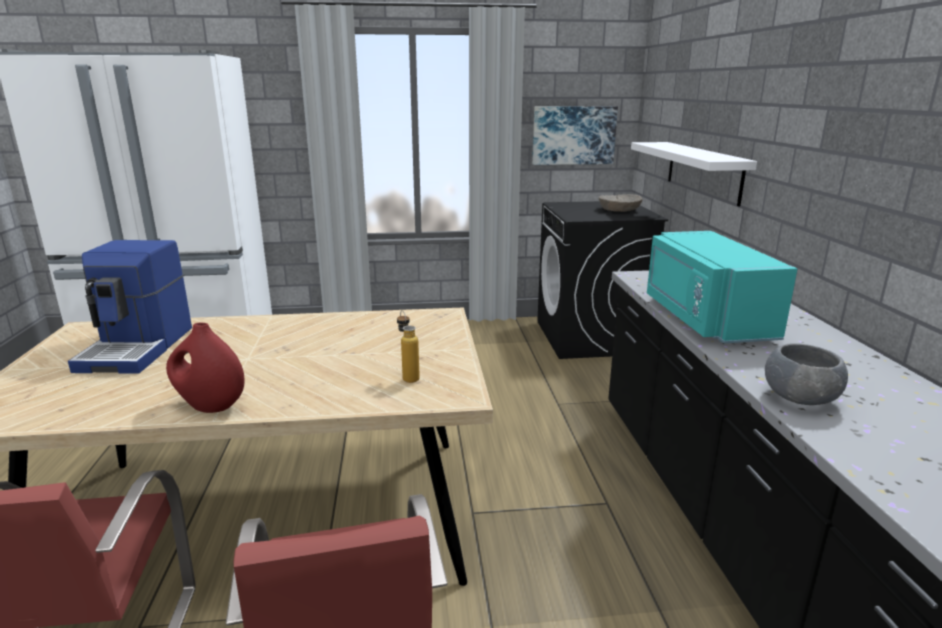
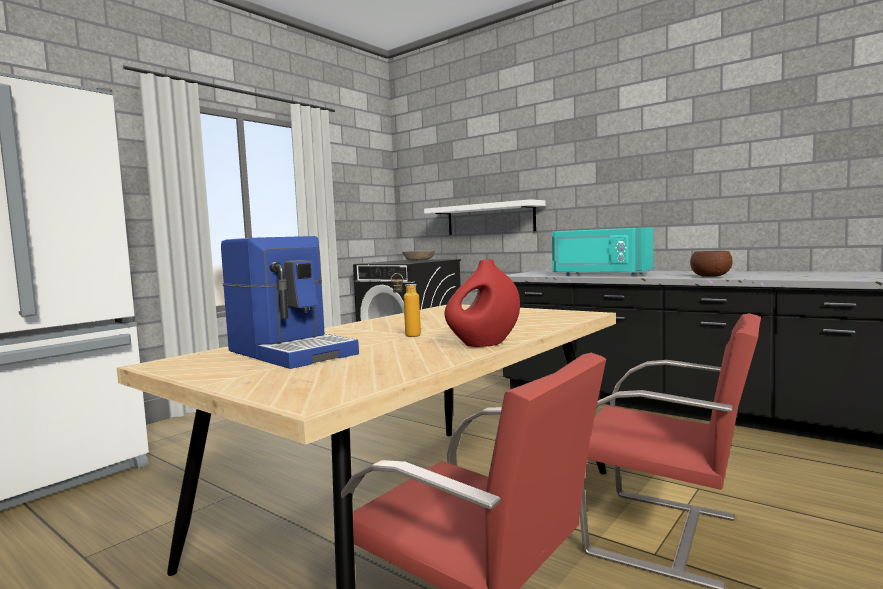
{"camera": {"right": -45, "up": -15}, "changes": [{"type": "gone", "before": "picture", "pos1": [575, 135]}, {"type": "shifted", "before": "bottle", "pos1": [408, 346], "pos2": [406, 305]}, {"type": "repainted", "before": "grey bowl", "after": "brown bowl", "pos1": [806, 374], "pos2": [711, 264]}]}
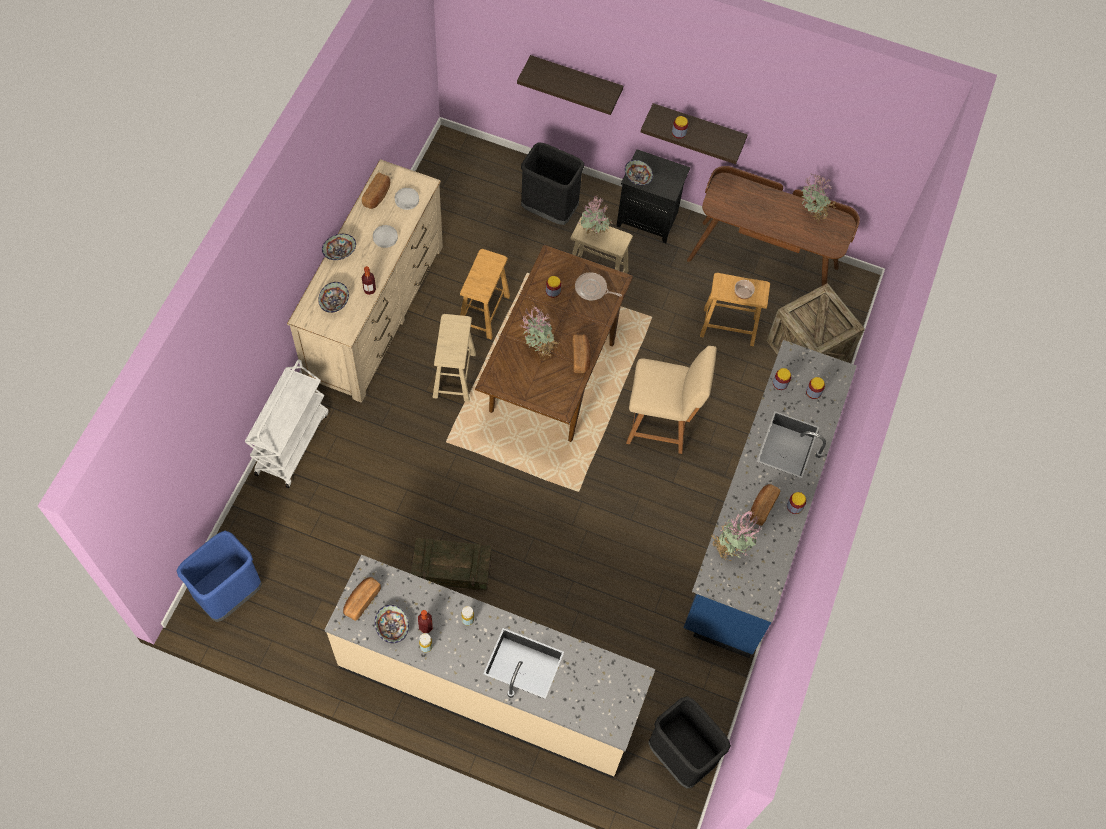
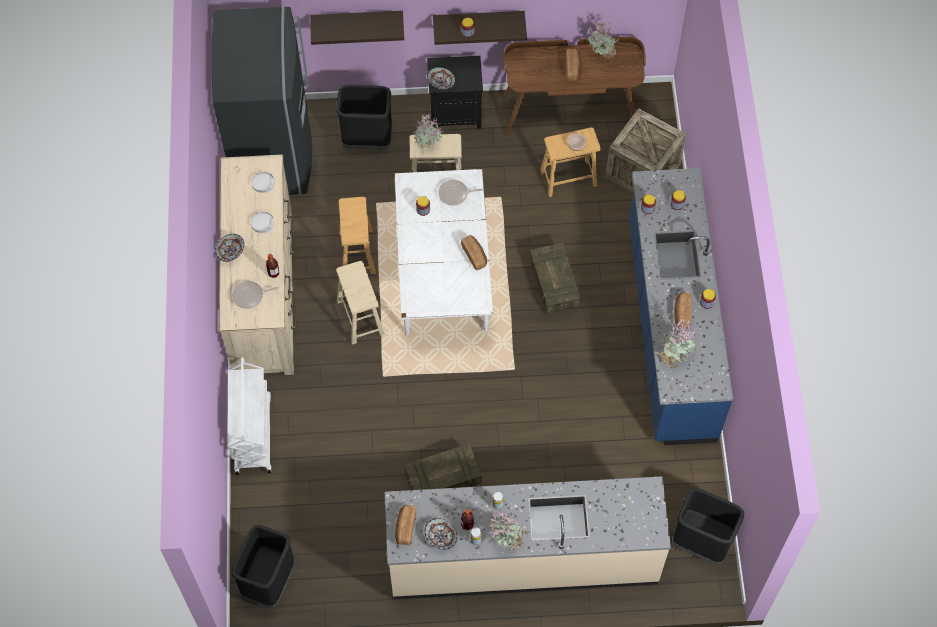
{"camera": {"right": -20, "up": 0}, "changes": [{"type": "shifted", "before": "bread", "pos1": [376, 191], "pos2": [574, 65]}, {"type": "repainted", "before": "brown dining table", "after": "white dining table", "pos1": [554, 343], "pos2": [444, 252]}, {"type": "swapped", "before": "bowl", "after": "frying pan", "pos1": [333, 297], "pos2": [255, 295]}, {"type": "shifted", "before": "potted plant", "pos1": [539, 333], "pos2": [508, 532]}, {"type": "swapped", "before": "beige chair", "after": "crate", "pos1": [671, 400], "pos2": [555, 278]}, {"type": "repainted", "before": "blue trash can", "after": "black trash can", "pos1": [219, 576], "pos2": [263, 566]}, {"type": "new", "after": "grey fridge", "pos2": [262, 101]}]}
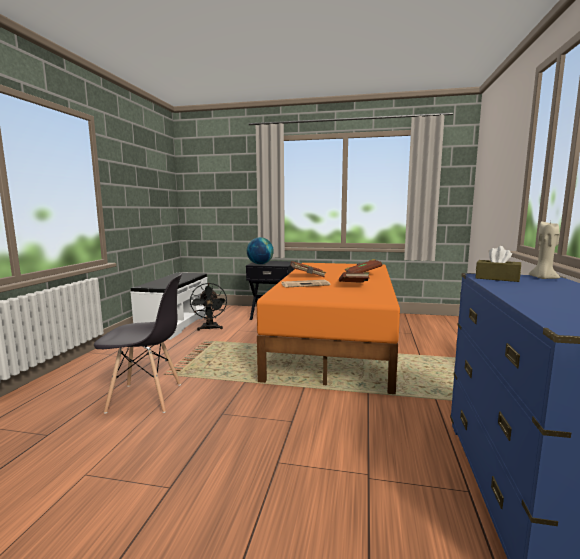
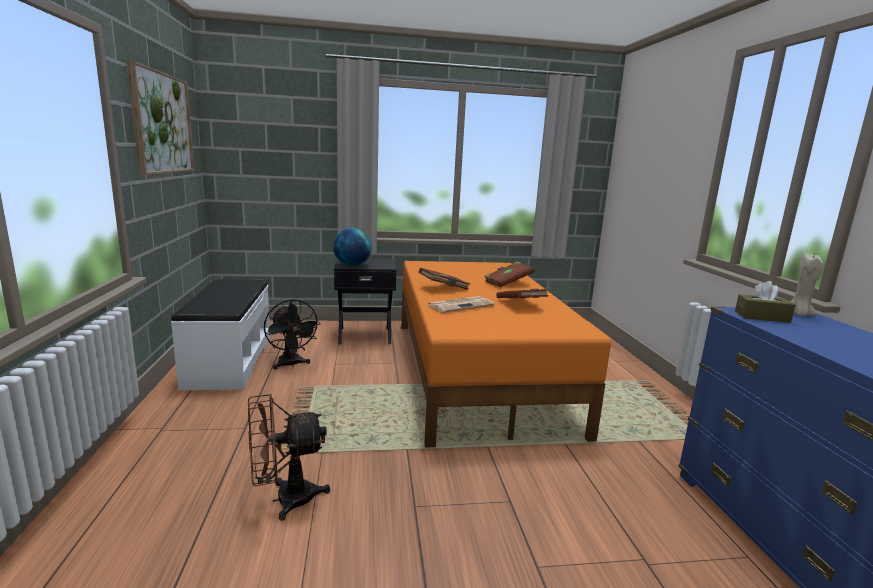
{"camera": {"right": -20, "up": 5}, "changes": [{"type": "swapped", "before": "grey chair", "after": "brown fan", "pos1": [138, 343], "pos2": [289, 457]}, {"type": "new", "after": "picture", "pos2": [160, 117]}]}
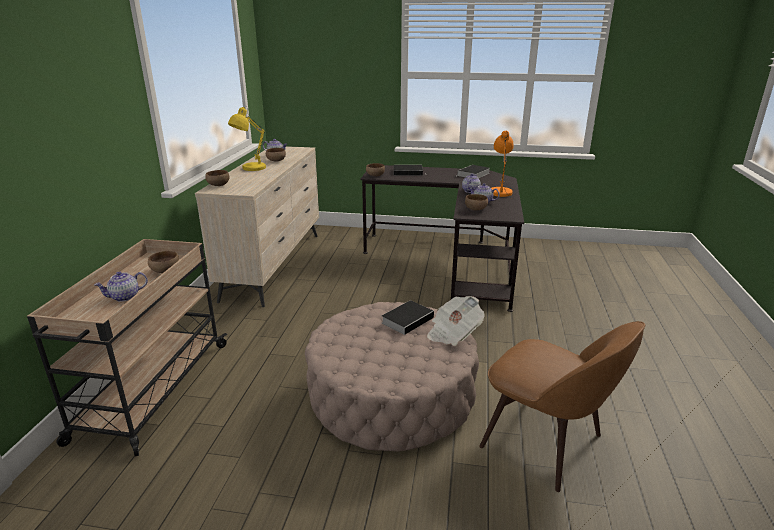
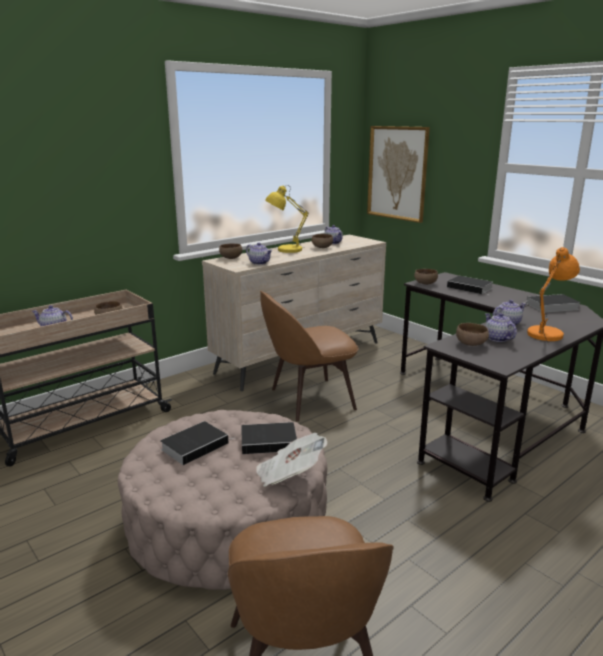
{"camera": {"right": 40, "up": -5}, "changes": [{"type": "new", "after": "picture", "pos2": [398, 174]}, {"type": "new", "after": "teapot", "pos2": [259, 254]}, {"type": "new", "after": "brown chair", "pos2": [309, 356]}, {"type": "new", "after": "book", "pos2": [197, 443]}]}
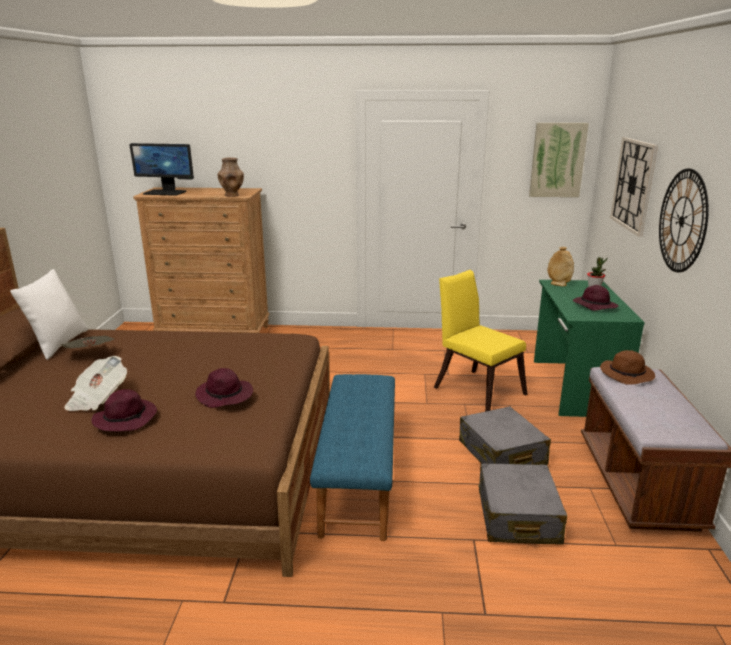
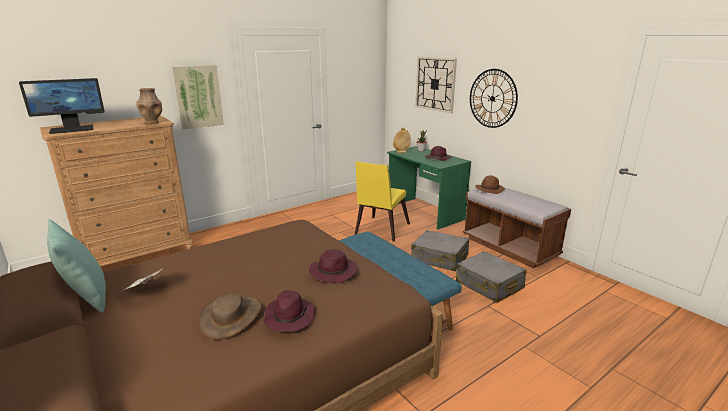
{"camera": {"right": -40, "up": 0}, "changes": [{"type": "shifted", "before": "picture", "pos1": [559, 160], "pos2": [198, 97]}, {"type": "repainted", "before": "white pillow", "after": "turquoise pillow", "pos1": [49, 314], "pos2": [76, 266]}, {"type": "rotated", "before": "yellow chair", "pos1": [481, 341], "pos2": [382, 201], "turn": -75}, {"type": "swapped", "before": "newspaper", "after": "brown hat", "pos1": [95, 383], "pos2": [230, 317]}]}
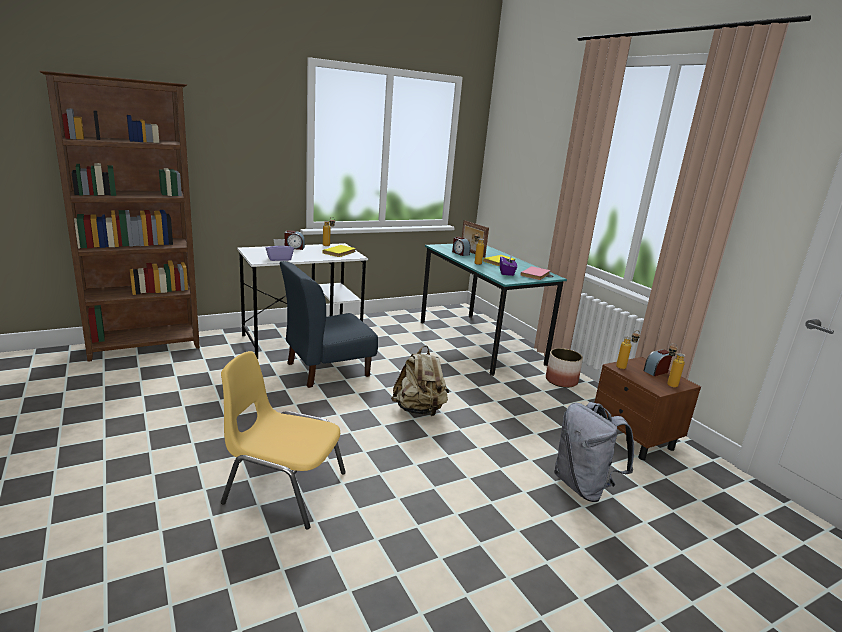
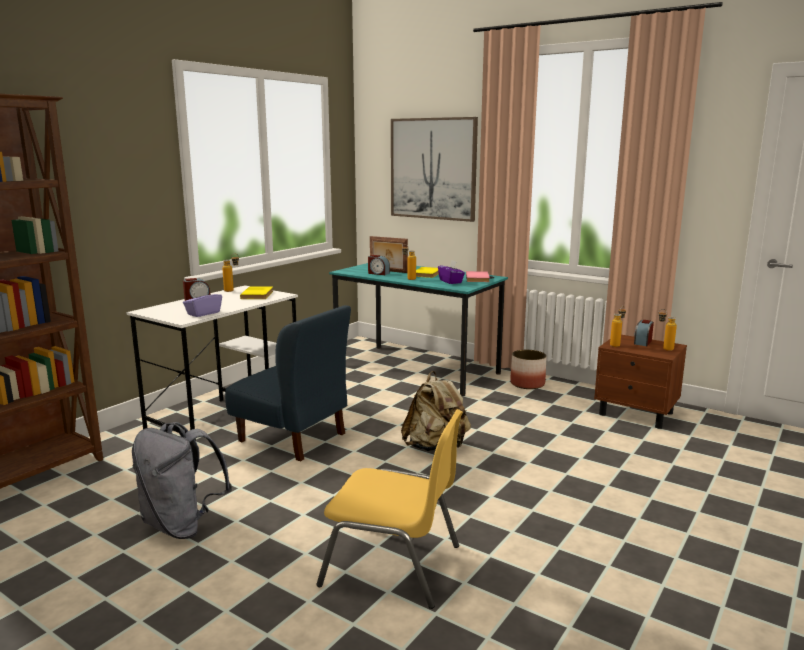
{"camera": {"right": -25, "up": -5}, "changes": [{"type": "rotated", "before": "blue chair", "pos1": [329, 324], "pos2": [288, 383], "turn": -90}, {"type": "rotated", "before": "yellow chair", "pos1": [283, 440], "pos2": [389, 509], "turn": -150}, {"type": "shifted", "before": "grey backpack", "pos1": [594, 452], "pos2": [182, 480]}, {"type": "new", "after": "picture", "pos2": [434, 169]}]}
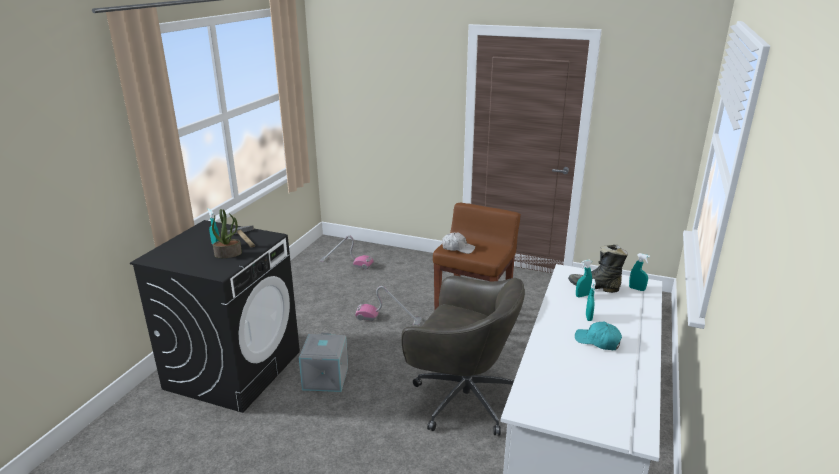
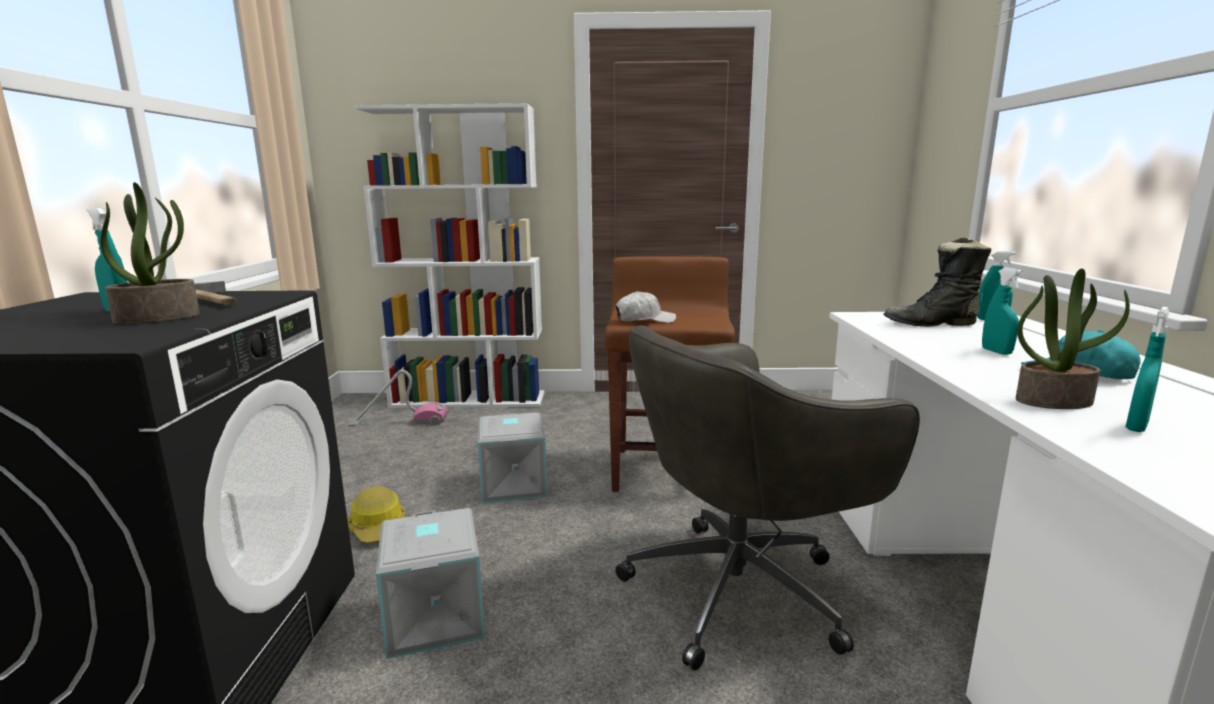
{"camera": {"right": -20, "up": -10}, "changes": [{"type": "shifted", "before": "turquoise spray bottle", "pos1": [584, 278], "pos2": [1147, 369]}, {"type": "rotated", "before": "grey office chair", "pos1": [463, 356], "pos2": [767, 497], "turn": 150}, {"type": "swapped", "before": "vacuum cleaner", "after": "grey storage box", "pos1": [388, 306], "pos2": [513, 458]}, {"type": "new", "after": "white bookcase", "pos2": [450, 255]}, {"type": "new", "after": "potted plant", "pos2": [1073, 339]}, {"type": "new", "after": "hard hat", "pos2": [376, 514]}]}
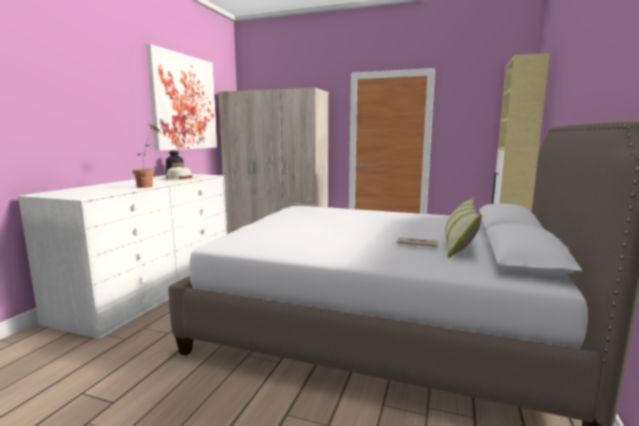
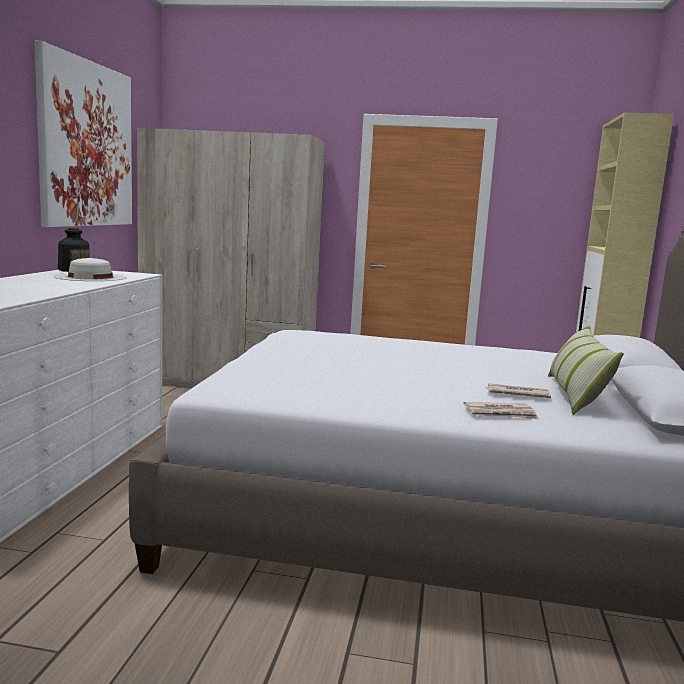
{"camera": {"right": -10, "up": 0}, "changes": [{"type": "gone", "before": "potted plant", "pos1": [146, 156]}, {"type": "new", "after": "newspaper", "pos2": [501, 411]}]}
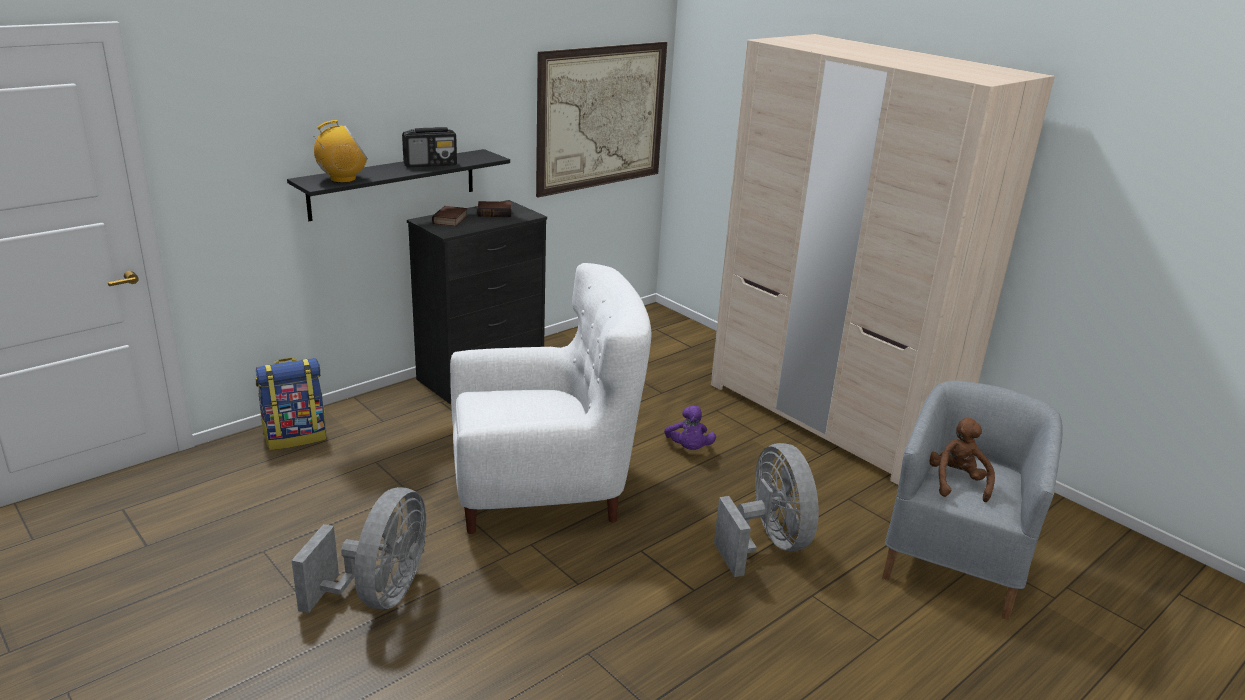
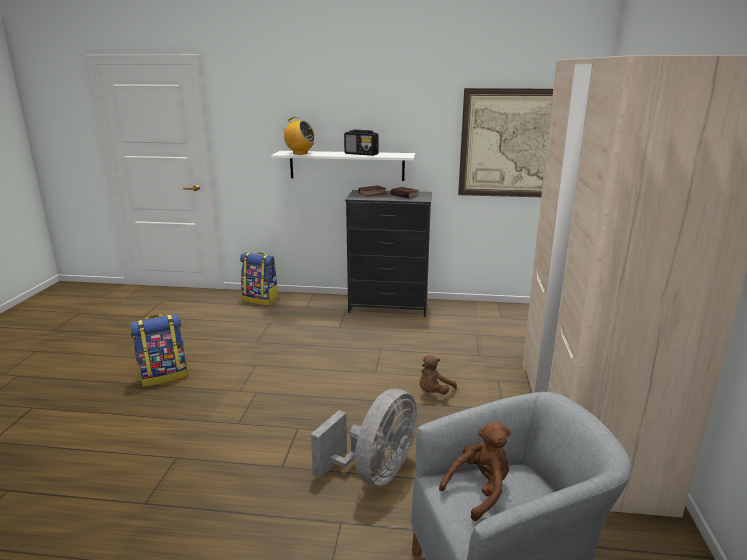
{"camera": {"right": 50, "up": -5}, "changes": [{"type": "repainted", "before": "black shelf", "after": "white shelf", "pos1": [398, 185], "pos2": [343, 166]}, {"type": "gone", "before": "white armchair", "pos1": [550, 398]}, {"type": "repainted", "before": "purple plush toy", "after": "brown plush toy", "pos1": [690, 427], "pos2": [438, 375]}, {"type": "swapped", "before": "grey fan", "after": "backpack", "pos1": [358, 550], "pos2": [159, 350]}]}
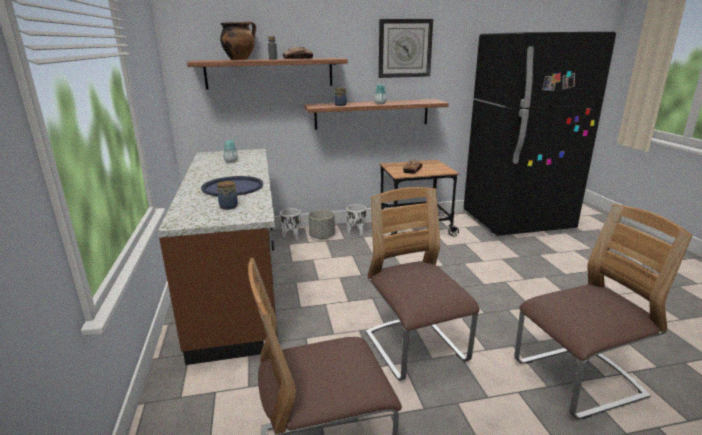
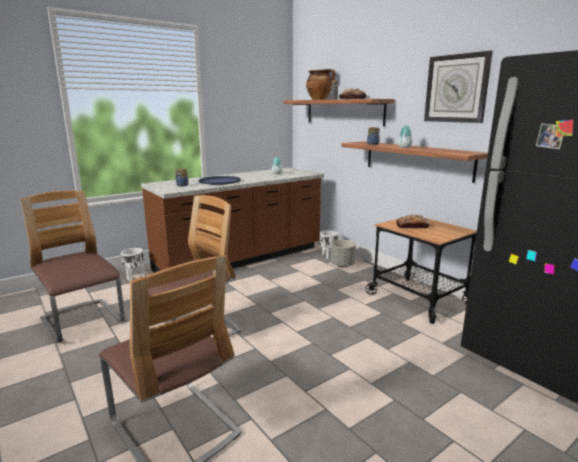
{"camera": {"right": 65, "up": -5}, "changes": [{"type": "shifted", "before": "white planter", "pos1": [356, 219], "pos2": [132, 264]}]}
